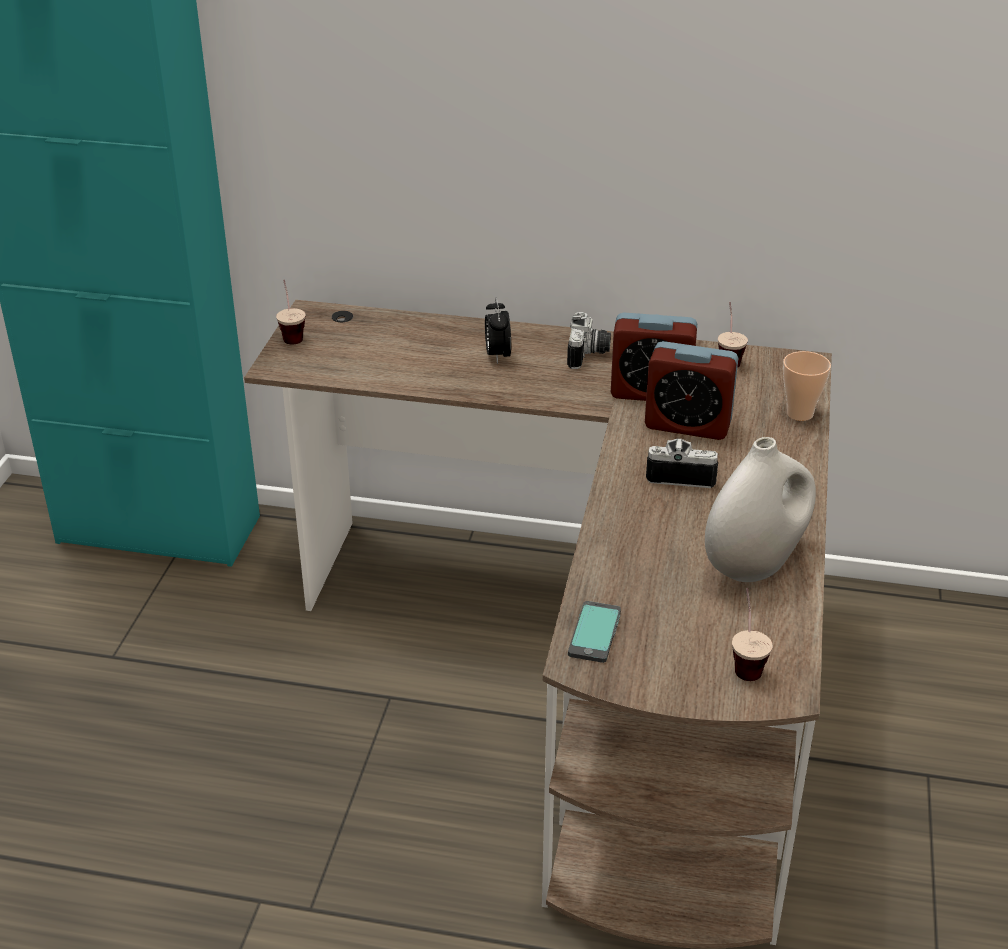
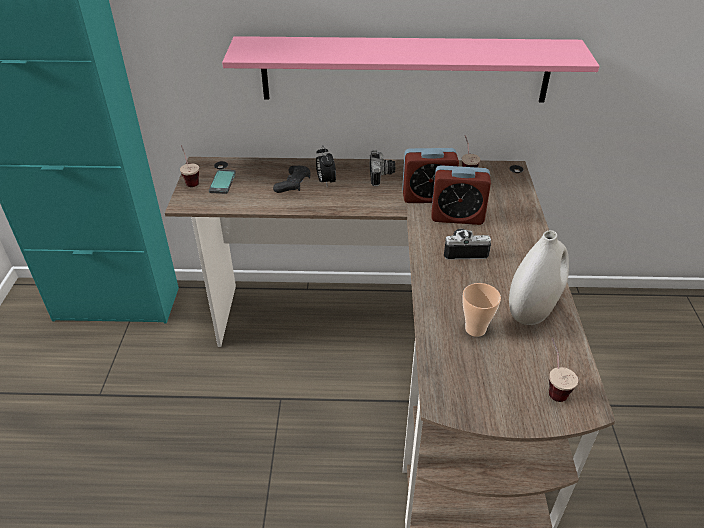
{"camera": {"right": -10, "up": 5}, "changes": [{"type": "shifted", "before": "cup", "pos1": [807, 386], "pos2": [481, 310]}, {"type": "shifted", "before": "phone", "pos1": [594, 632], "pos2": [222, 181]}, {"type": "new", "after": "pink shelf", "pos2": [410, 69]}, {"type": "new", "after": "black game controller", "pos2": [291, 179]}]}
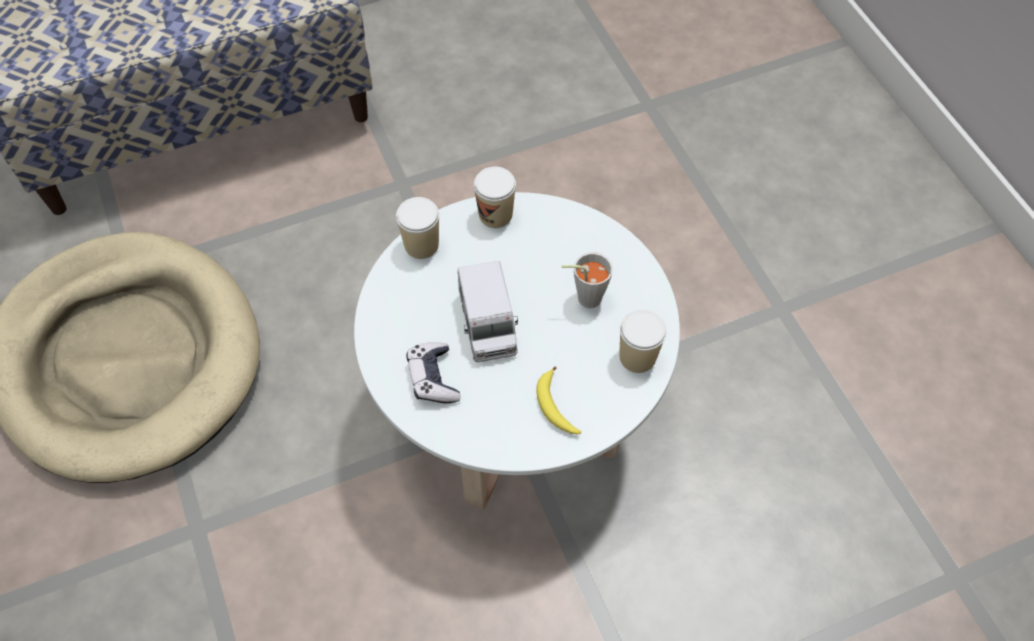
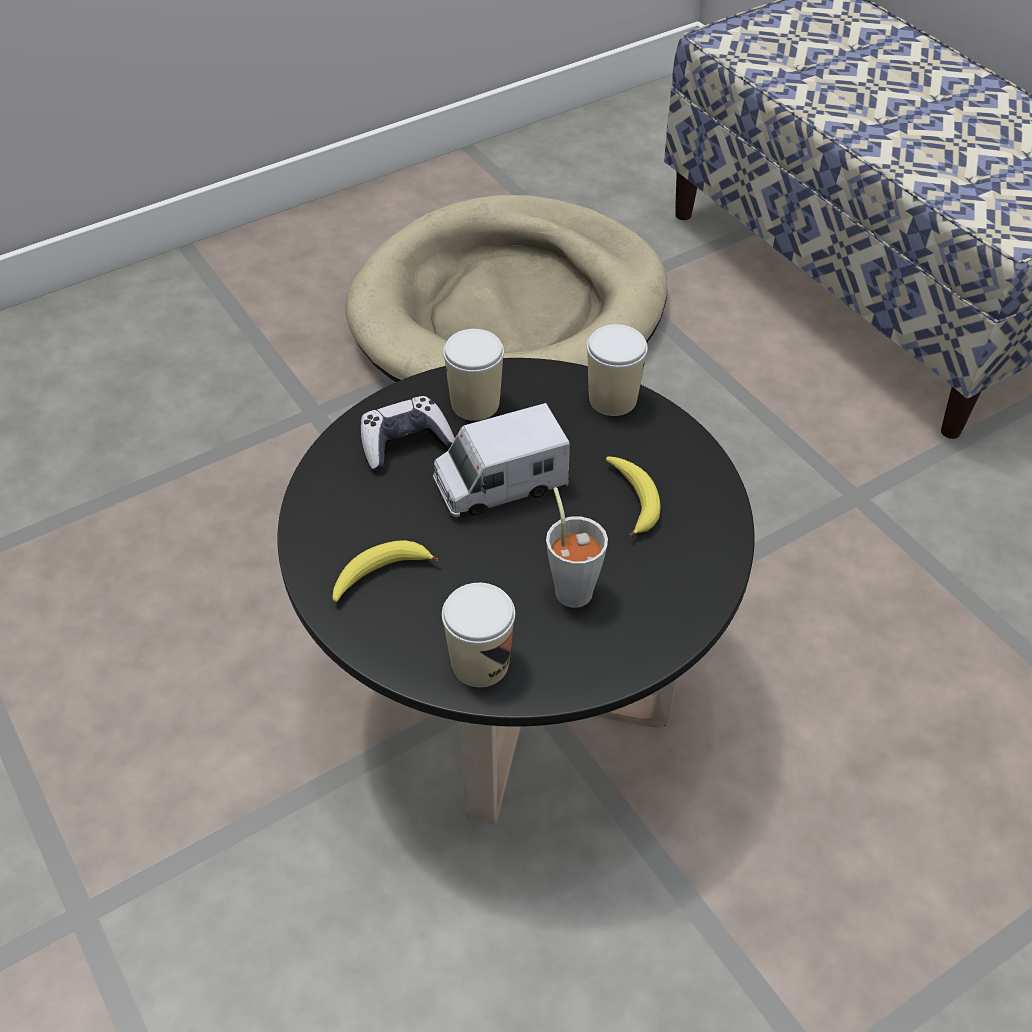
{"camera": {"right": 80, "up": -10}, "changes": [{"type": "shifted", "before": "cup", "pos1": [495, 197], "pos2": [473, 375]}, {"type": "repainted", "before": "white coffee table", "after": "black coffee table", "pos1": [517, 350], "pos2": [516, 591]}, {"type": "new", "after": "banana", "pos2": [633, 497]}]}
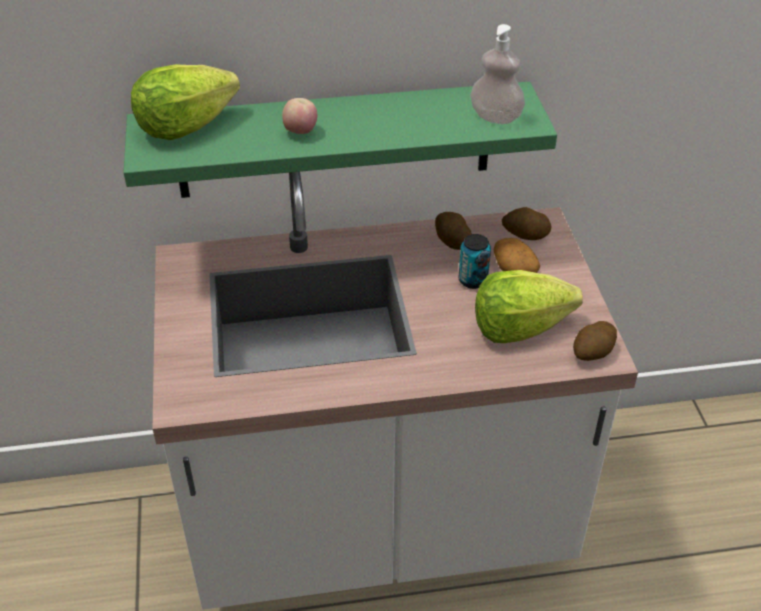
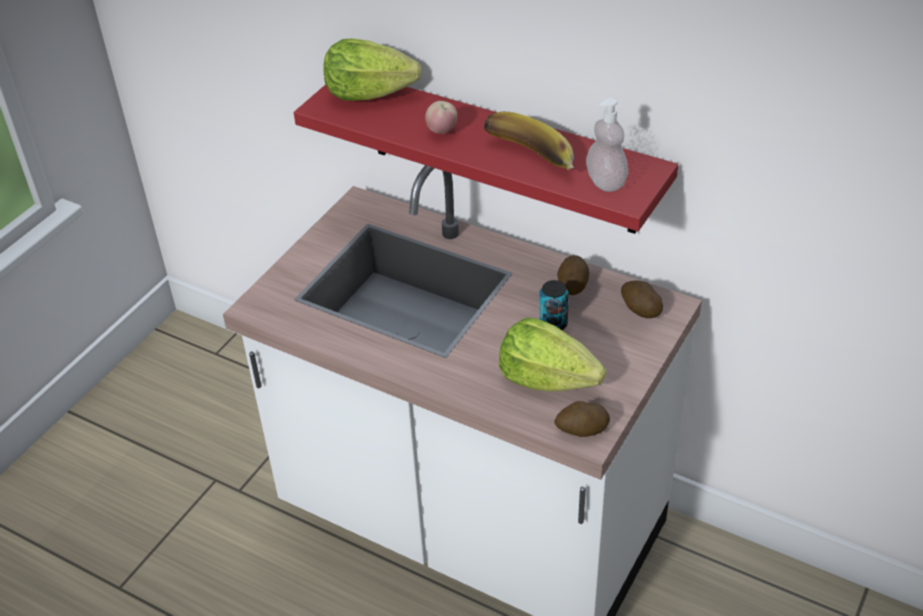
{"camera": {"right": 40, "up": 0}, "changes": [{"type": "repainted", "before": "green shelf", "after": "red shelf", "pos1": [340, 140], "pos2": [486, 159]}, {"type": "gone", "before": "potato", "pos1": [517, 255]}, {"type": "new", "after": "banana", "pos2": [529, 141]}]}
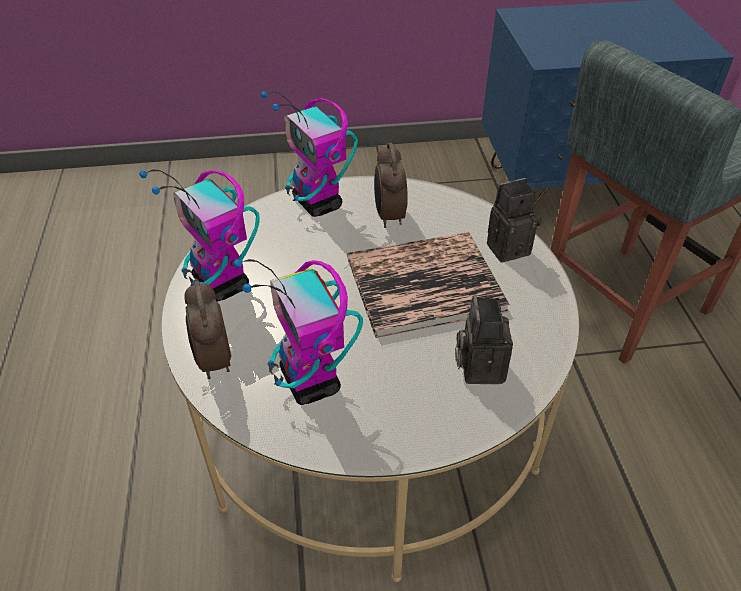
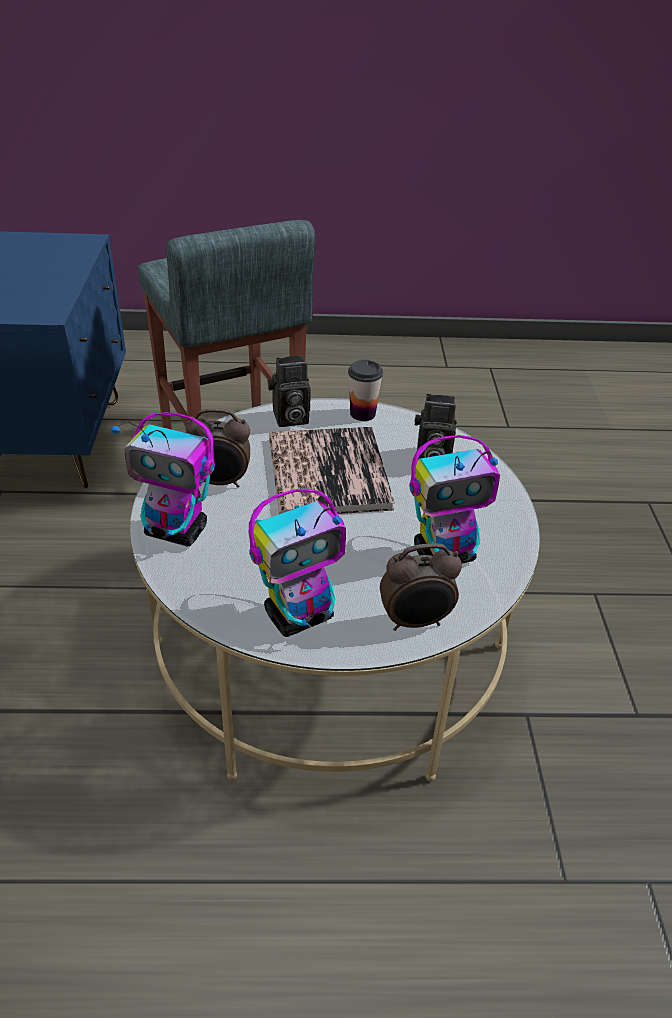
{"camera": {"right": -85, "up": -5}, "changes": [{"type": "rotated", "before": "toy robot", "pos1": [309, 154], "pos2": [163, 479], "turn": 45}, {"type": "rotated", "before": "photo camera", "pos1": [514, 220], "pos2": [289, 391], "turn": -90}, {"type": "new", "after": "cup", "pos2": [365, 390]}]}
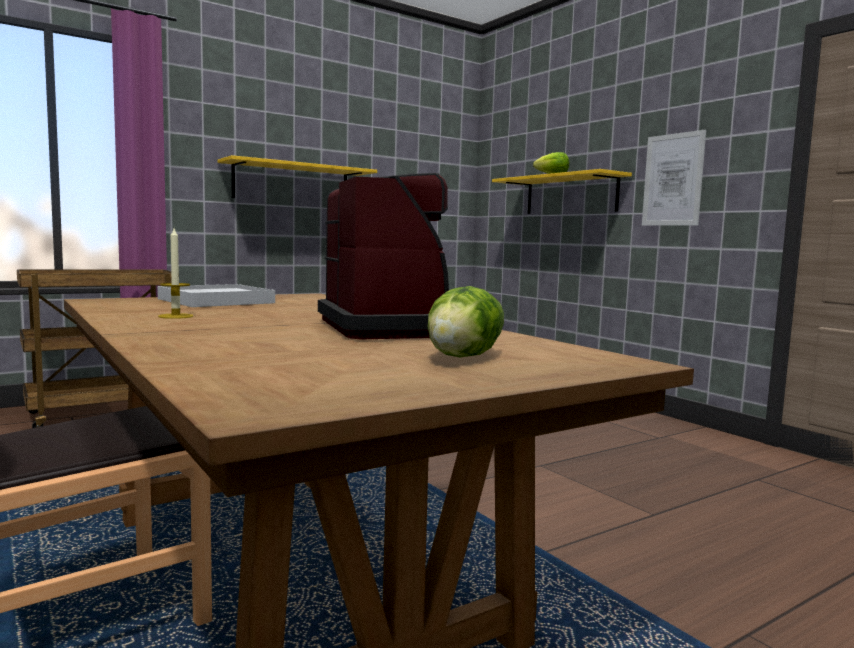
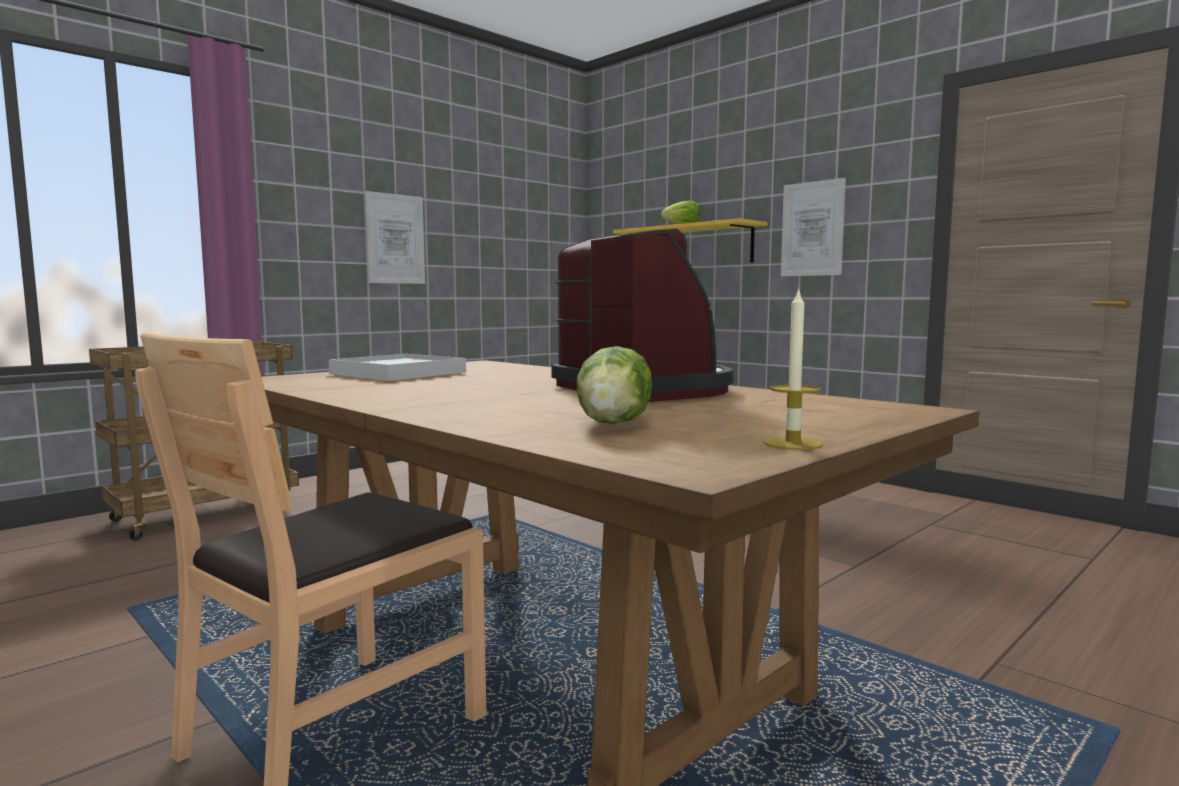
{"camera": {"right": -10, "up": 0}, "changes": [{"type": "swapped", "before": "yellow shelf", "after": "picture", "pos1": [297, 176], "pos2": [395, 237]}, {"type": "shifted", "before": "candle", "pos1": [175, 273], "pos2": [793, 368]}, {"type": "shifted", "before": "lettuce", "pos1": [466, 321], "pos2": [614, 385]}]}
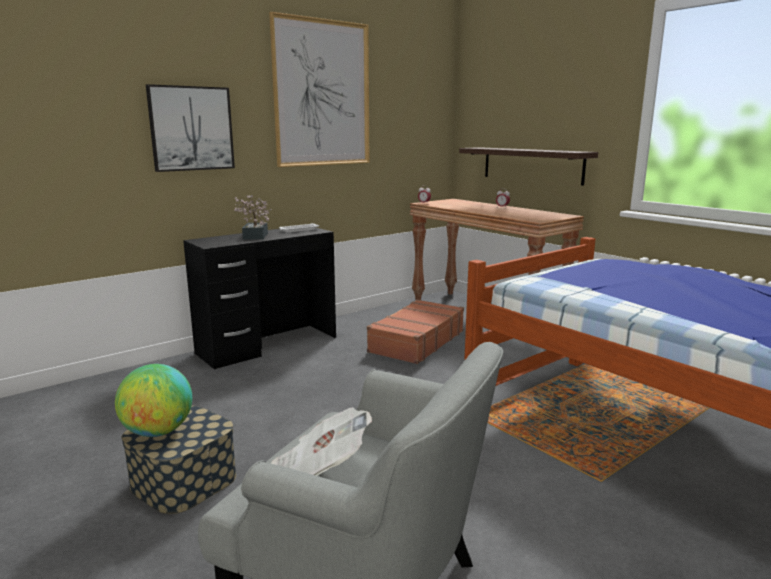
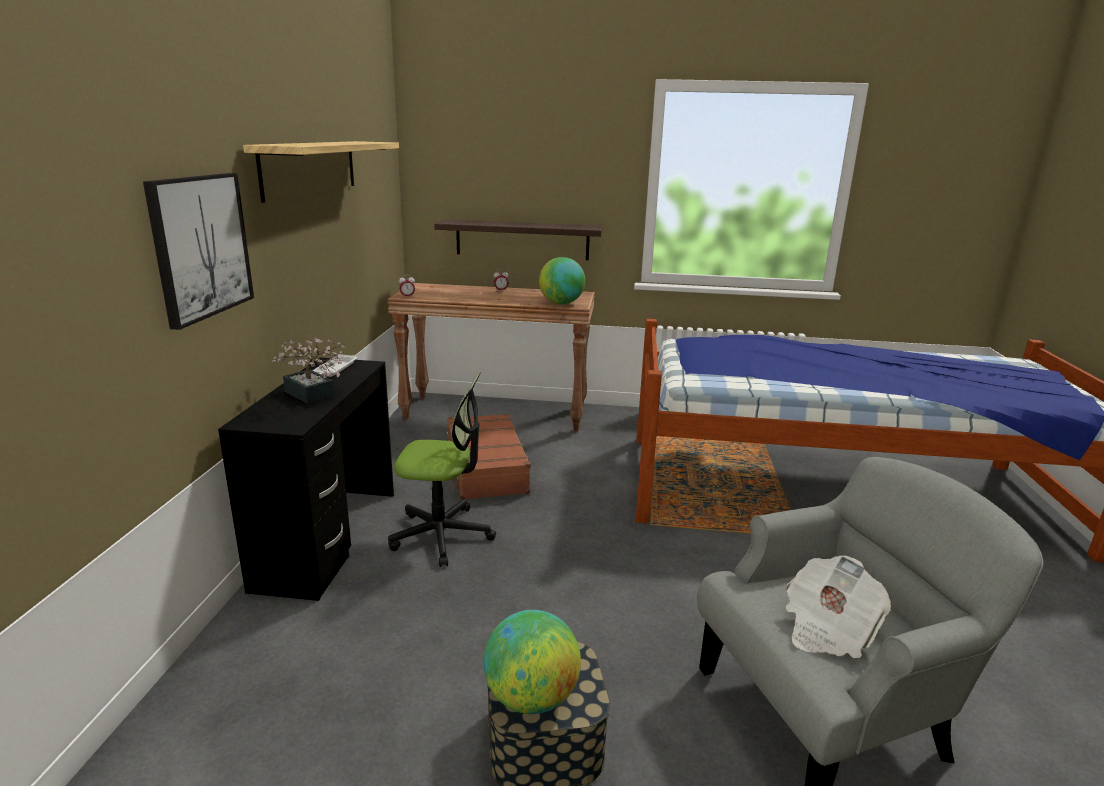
{"camera": {"right": -45, "up": 5}, "changes": [{"type": "swapped", "before": "picture", "after": "shelf", "pos1": [319, 89], "pos2": [321, 172]}, {"type": "new", "after": "globe", "pos2": [562, 280]}, {"type": "new", "after": "office chair", "pos2": [442, 469]}]}
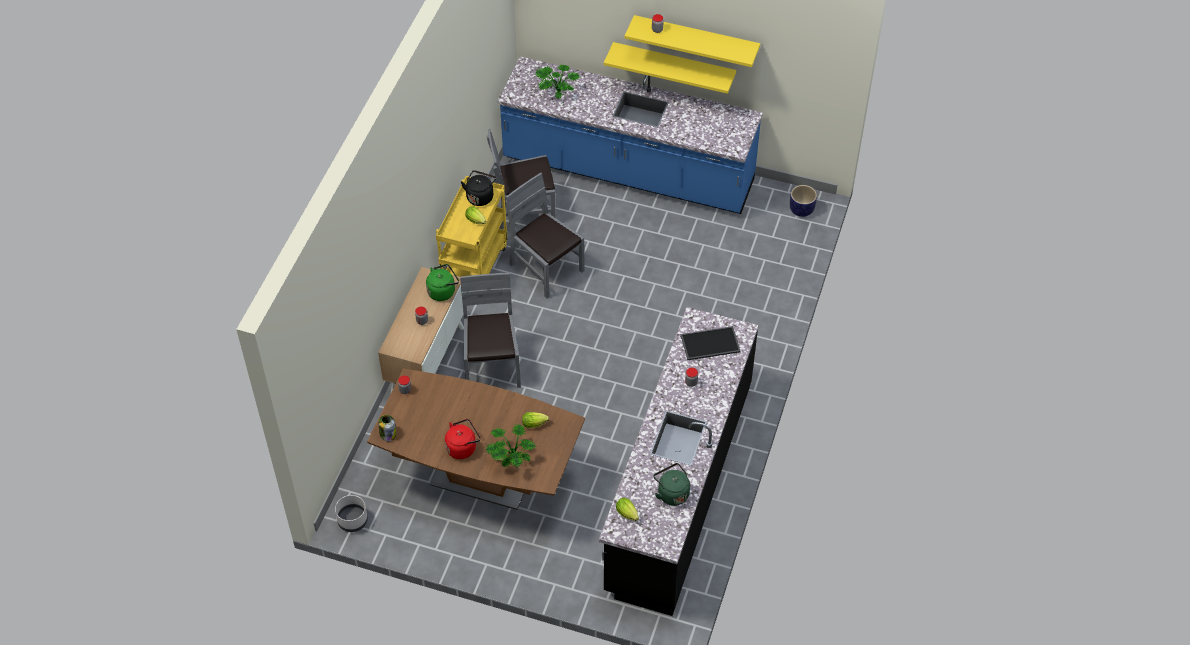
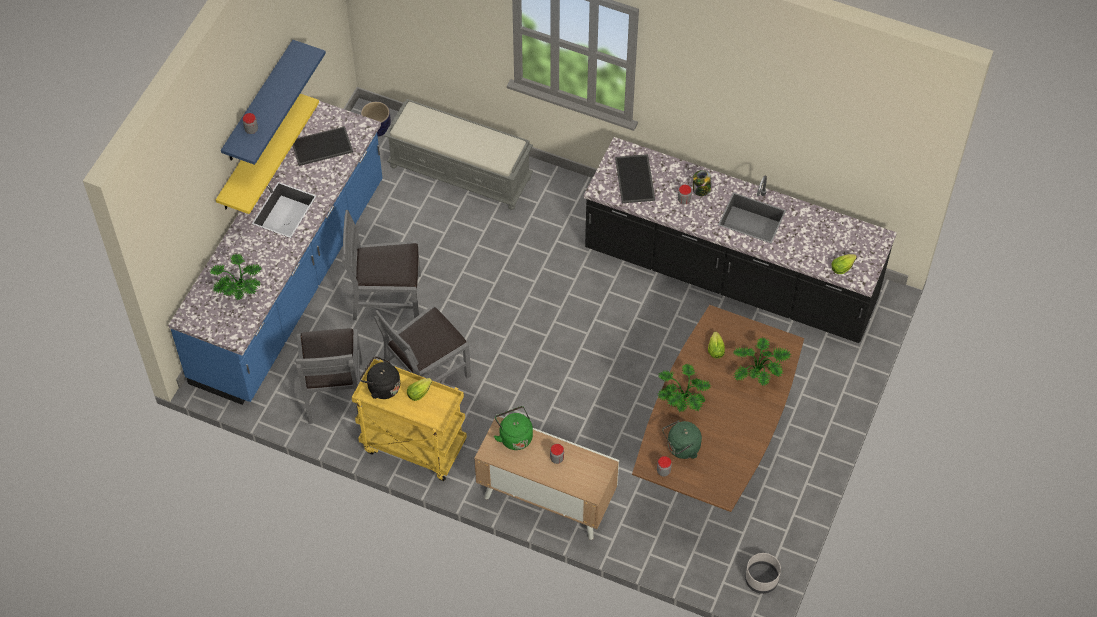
{"camera": {"right": -85, "up": 5}, "changes": [{"type": "repainted", "before": "yellow shelf", "after": "blue shelf", "pos1": [692, 41], "pos2": [273, 102]}, {"type": "shifted", "before": "grey chair", "pos1": [490, 330], "pos2": [381, 265]}, {"type": "shifted", "before": "jar", "pos1": [387, 428], "pos2": [702, 183]}, {"type": "gone", "before": "red kettle", "pos1": [463, 439]}, {"type": "shifted", "before": "green kettle", "pos1": [671, 484], "pos2": [682, 439]}, {"type": "new", "after": "grey bench", "pos2": [458, 154]}, {"type": "new", "after": "tray", "pos2": [322, 146]}, {"type": "new", "after": "potted plant", "pos2": [684, 388]}]}
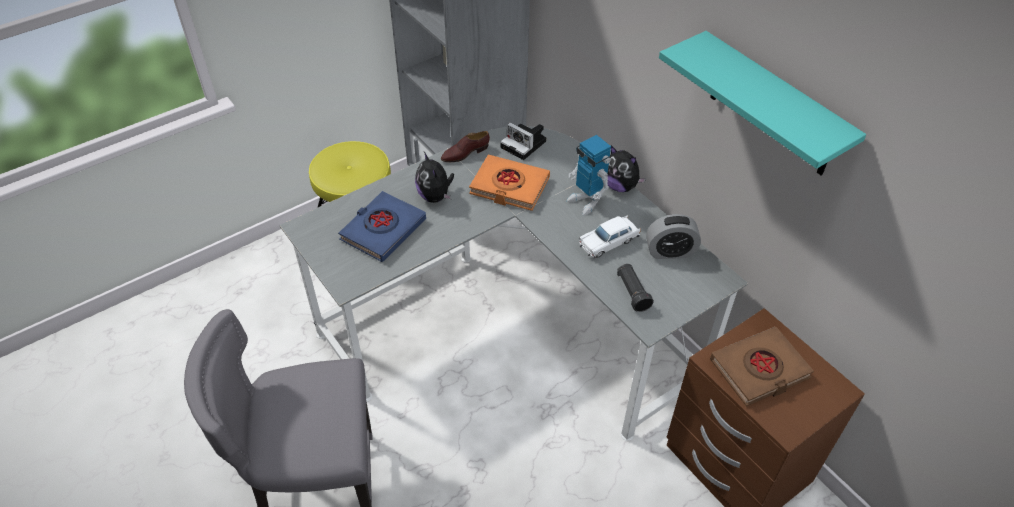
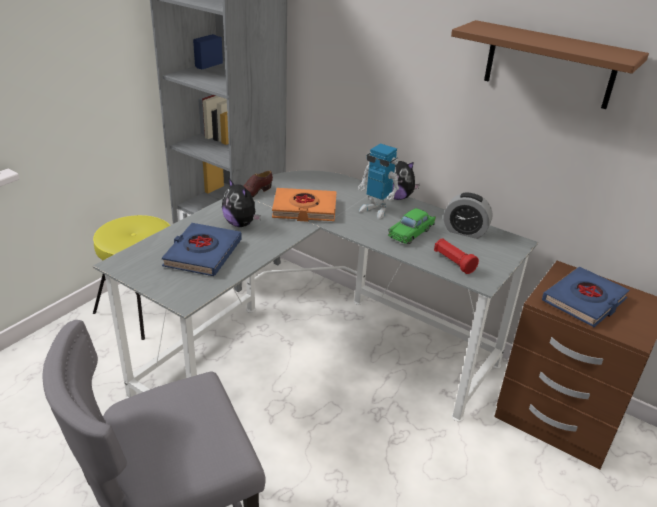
{"camera": {"right": -20, "up": -15}, "changes": [{"type": "repainted", "before": "turquoise shelf", "after": "brown shelf", "pos1": [762, 103], "pos2": [550, 64]}, {"type": "gone", "before": "photo camera", "pos1": [523, 141]}, {"type": "rotated", "before": "alarm clock", "pos1": [673, 236], "pos2": [468, 215], "turn": 45}, {"type": "repainted", "before": "white toy car", "after": "green toy car", "pos1": [610, 236], "pos2": [412, 226]}, {"type": "repainted", "before": "black flashlight", "after": "red flashlight", "pos1": [635, 288], "pos2": [456, 256]}, {"type": "repainted", "before": "brown book", "after": "blue book", "pos1": [762, 367], "pos2": [586, 297]}]}
